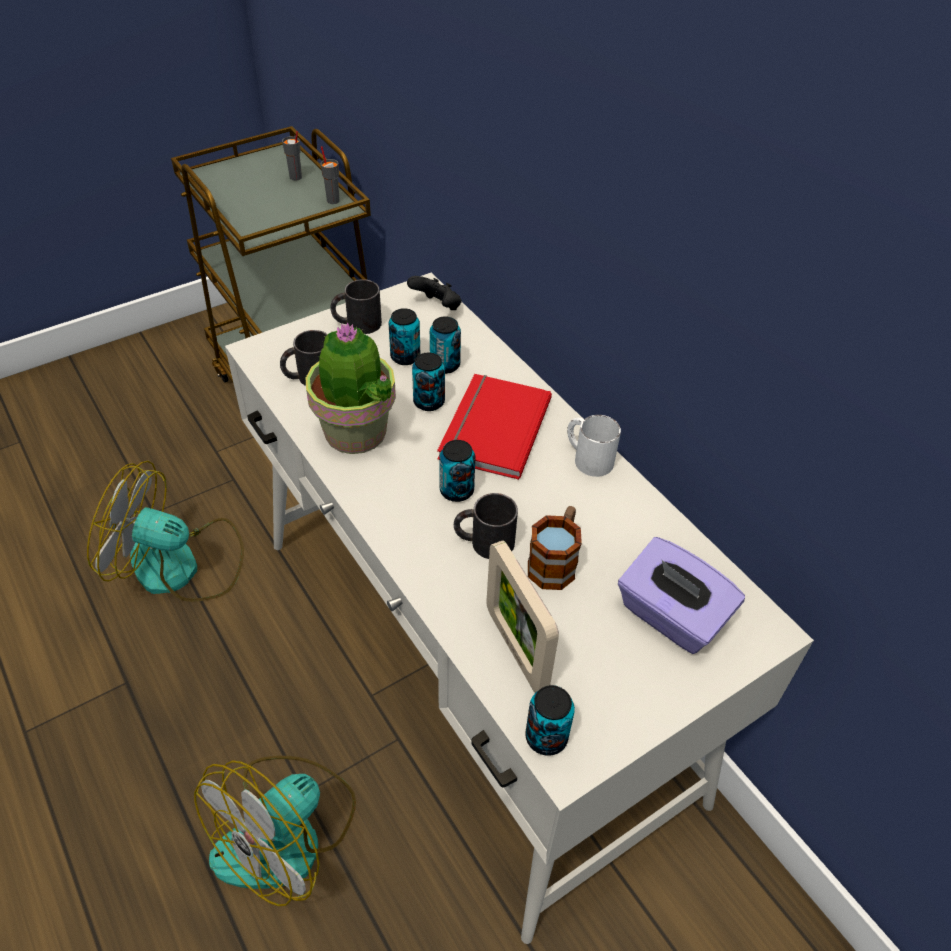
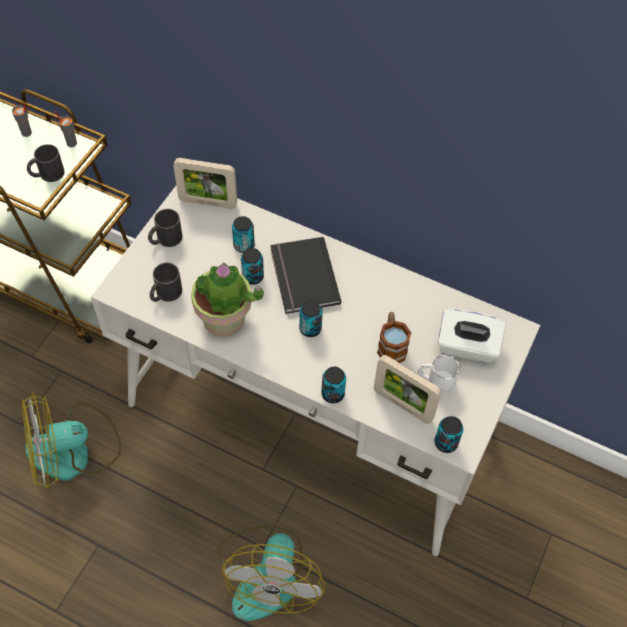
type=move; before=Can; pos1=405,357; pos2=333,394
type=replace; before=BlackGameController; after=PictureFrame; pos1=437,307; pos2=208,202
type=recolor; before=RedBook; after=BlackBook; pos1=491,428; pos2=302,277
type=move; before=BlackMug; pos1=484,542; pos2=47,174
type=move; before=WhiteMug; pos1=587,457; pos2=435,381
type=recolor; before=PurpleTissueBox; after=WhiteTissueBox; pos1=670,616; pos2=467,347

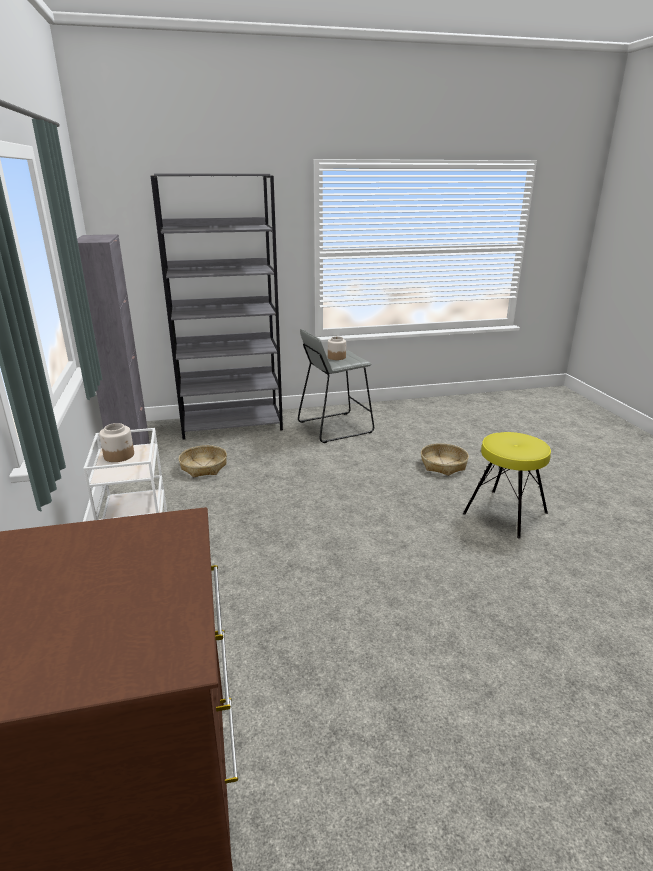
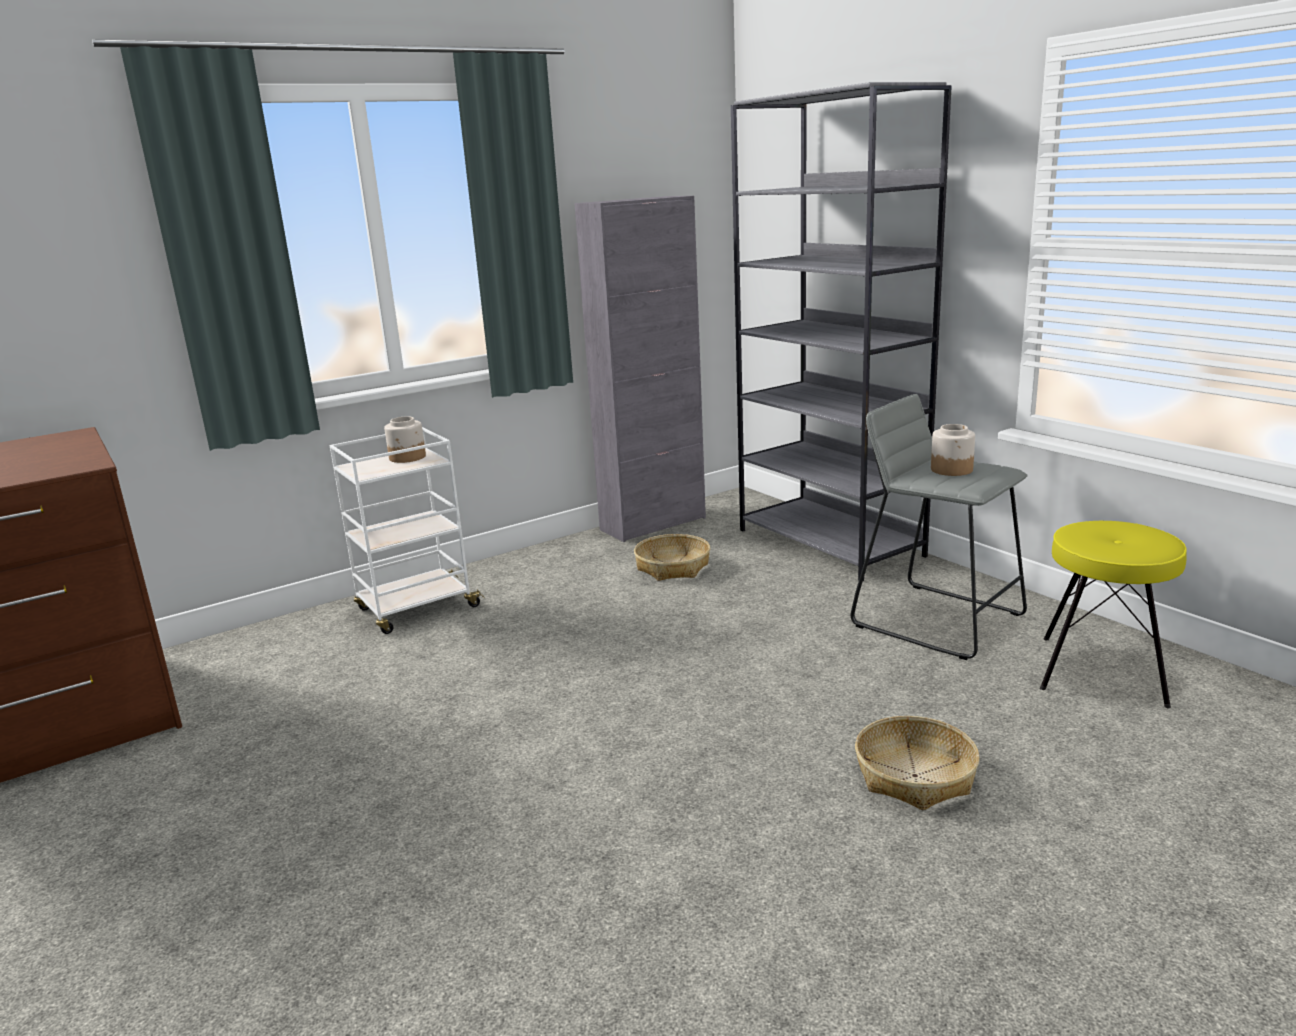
type=move; before=YellowStool; pos1=504,513; pos2=1101,670

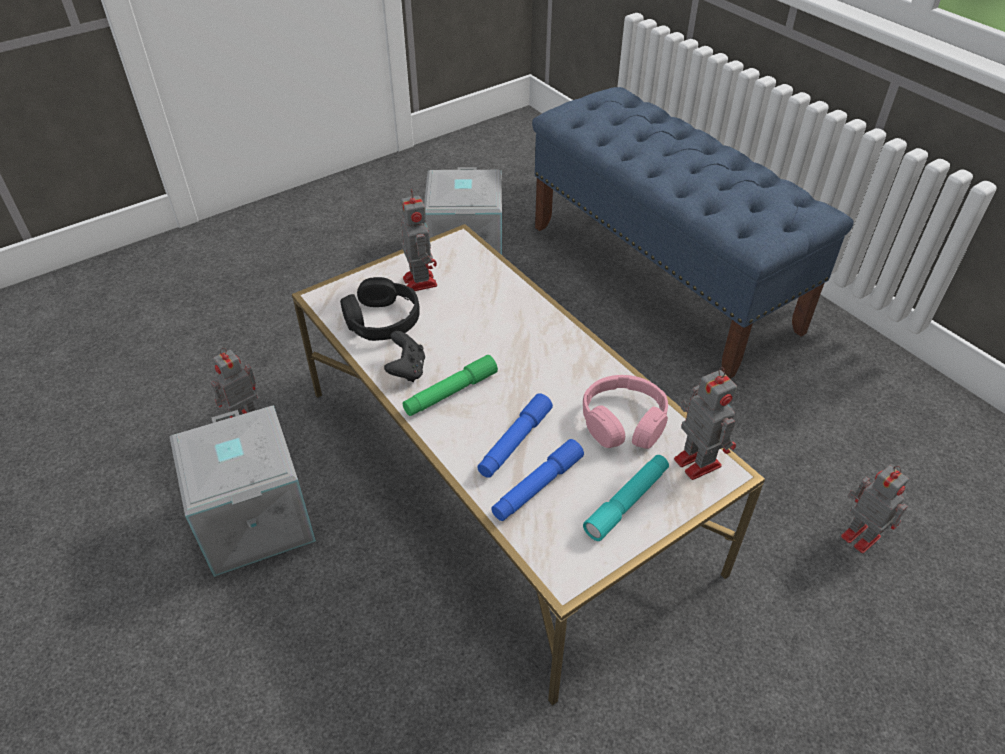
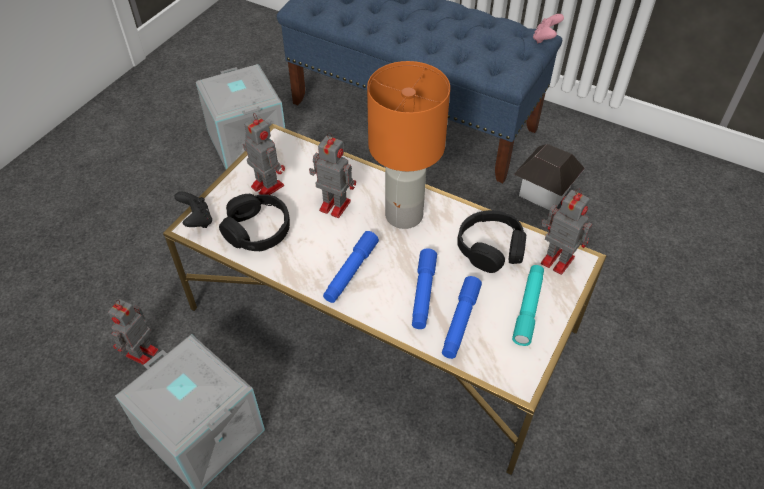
type=move; before=BlackGameController; pos1=407,370; pos2=197,220
type=recolor; before=GreenFlashlight; after=BlueFlashlight; pos1=450,392; pos2=351,271
type=recolor; before=PinkHeadphones; after=BlackHeadphones; pos1=623,422; pos2=491,248
type=move; before=ToyRobot; pos1=858,535; pos2=333,205
type=insert; after=OrangeTableLamp; pos2=404,216
type=insert; after=ToyHouse; pos2=544,191
type=insert; after=PinkGameController; pos2=545,39

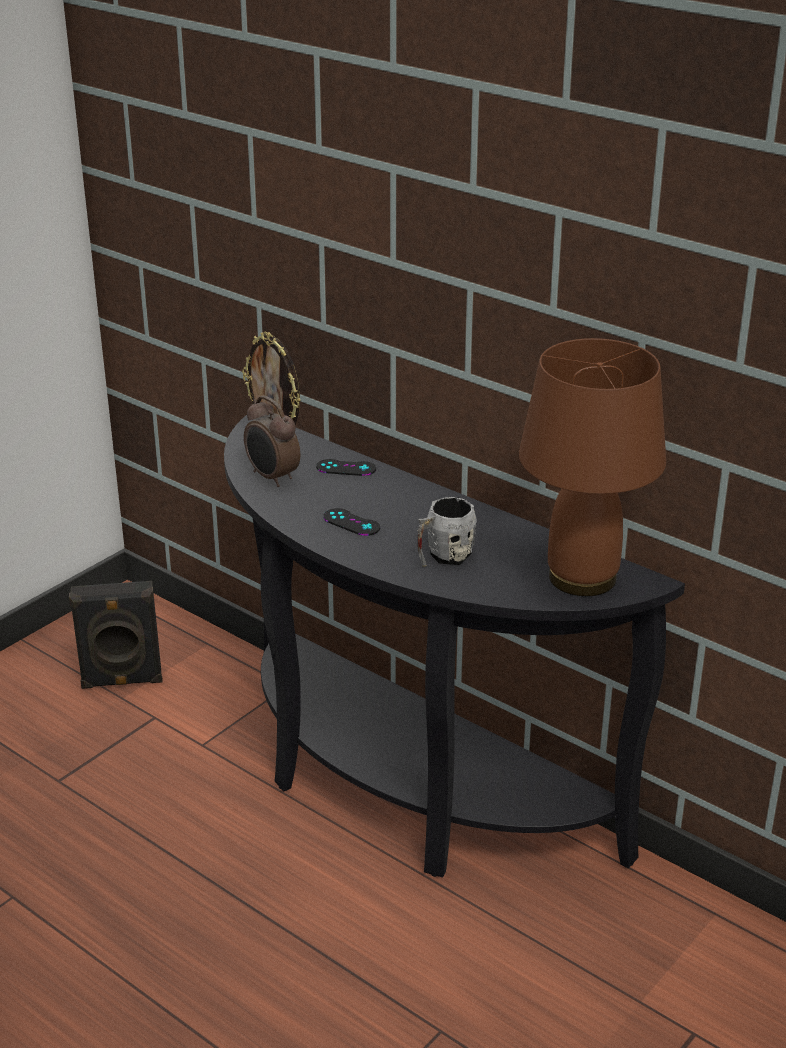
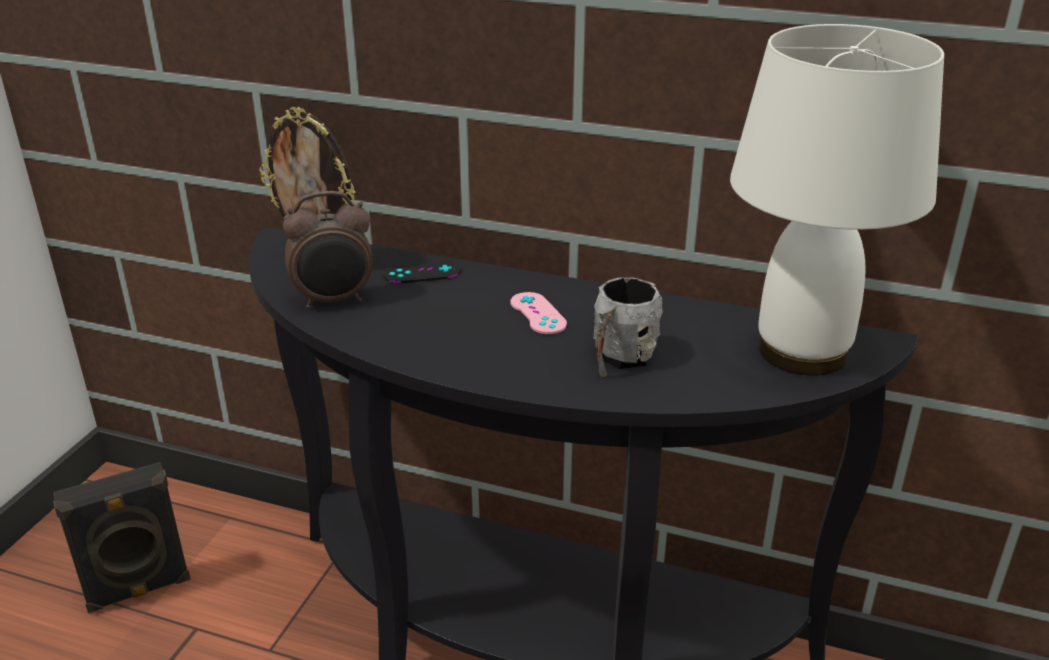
type=rotate; before=AlarmClock; pos1=272,477; pos2=334,300; turn=-45
type=delete; before=BlackGameController; pos1=351,522
type=recolor; before=BrownTableLamp; after=WhiteTableLamp; pos1=580,578; pos2=800,352
type=insert; after=PinkGameController; pos2=538,313

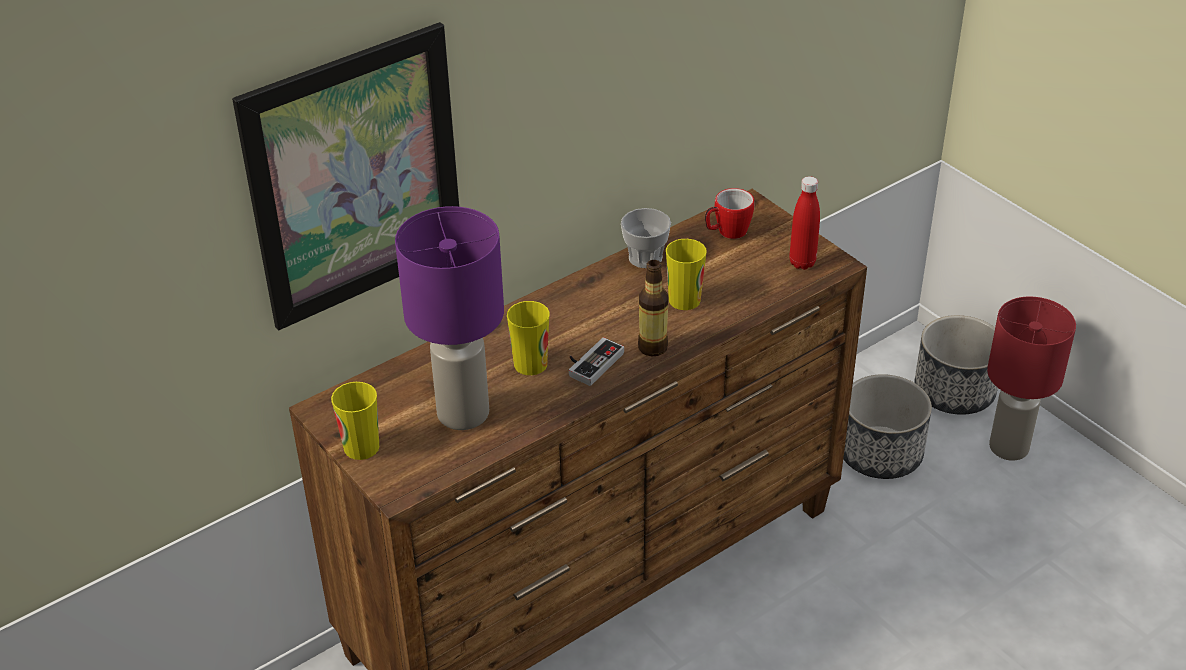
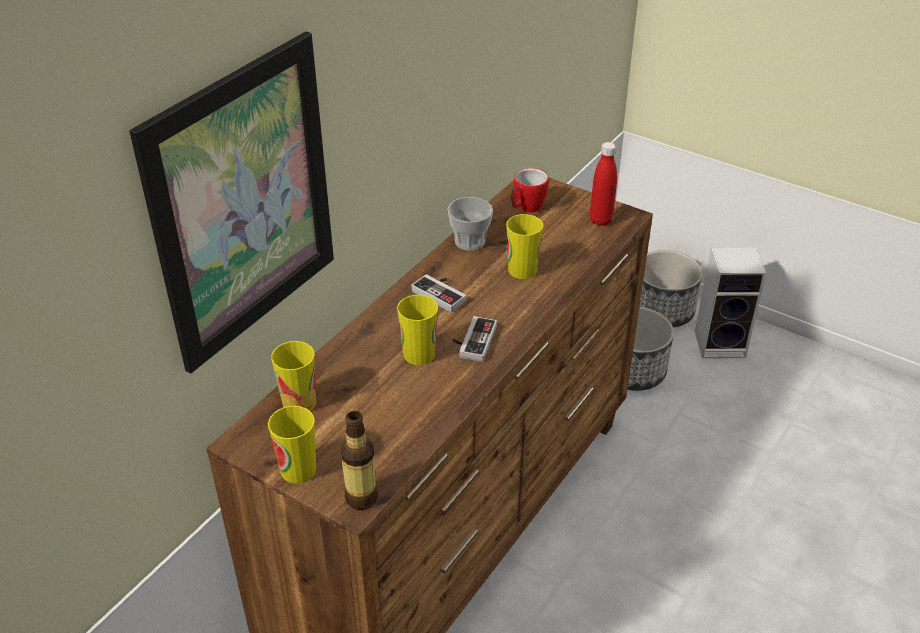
type=delete; before=PurpleTableLamp; pos1=462,413
type=move; before=Bottle; pos1=652,347; pos2=361,498
type=replace; before=RedTableLamp; after=Speaker; pos1=1009,447; pos2=721,343
type=insert; after=Cup; pos2=299,402
type=insert; after=GameController; pos2=442,293

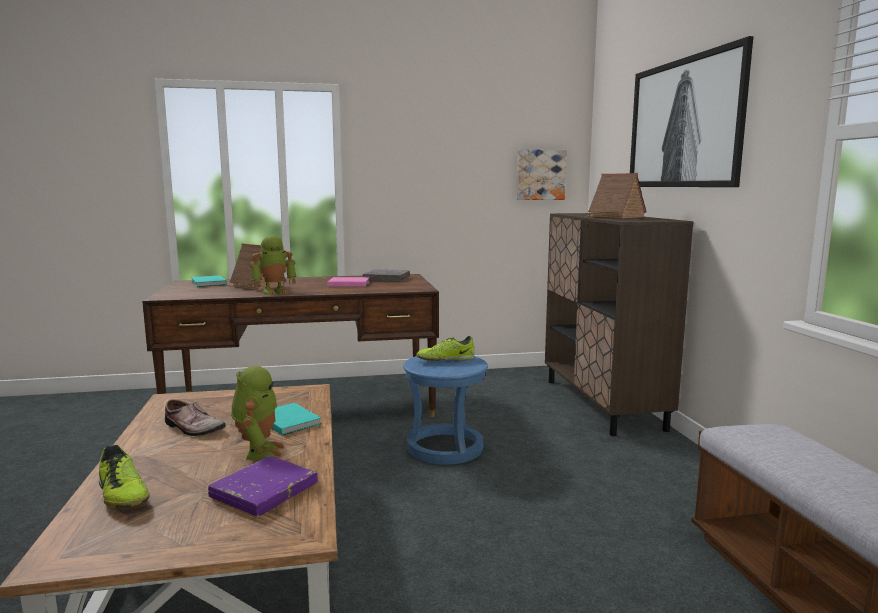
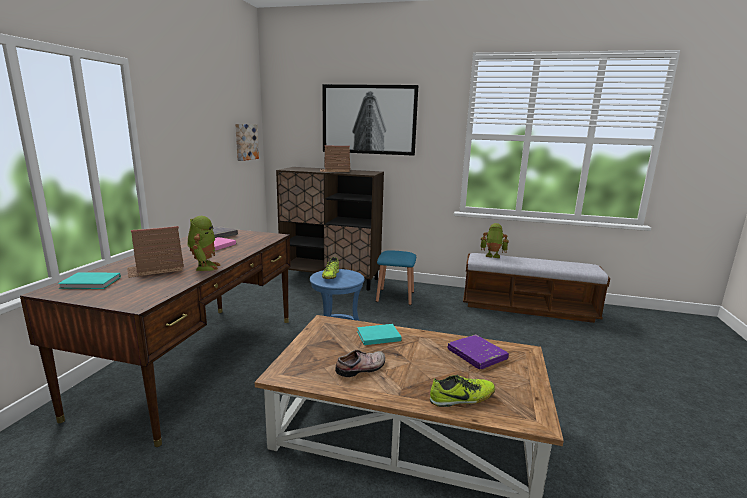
type=move; before=ToyRobot; pos1=258,452; pos2=492,256
type=insert; after=BlueStool; pos2=395,296

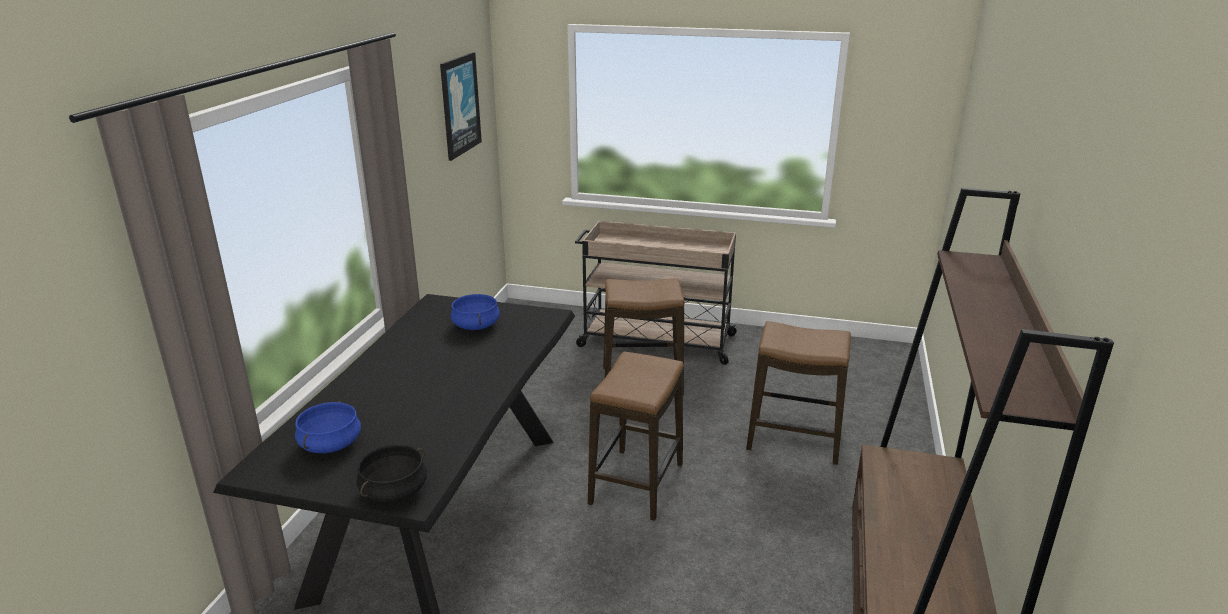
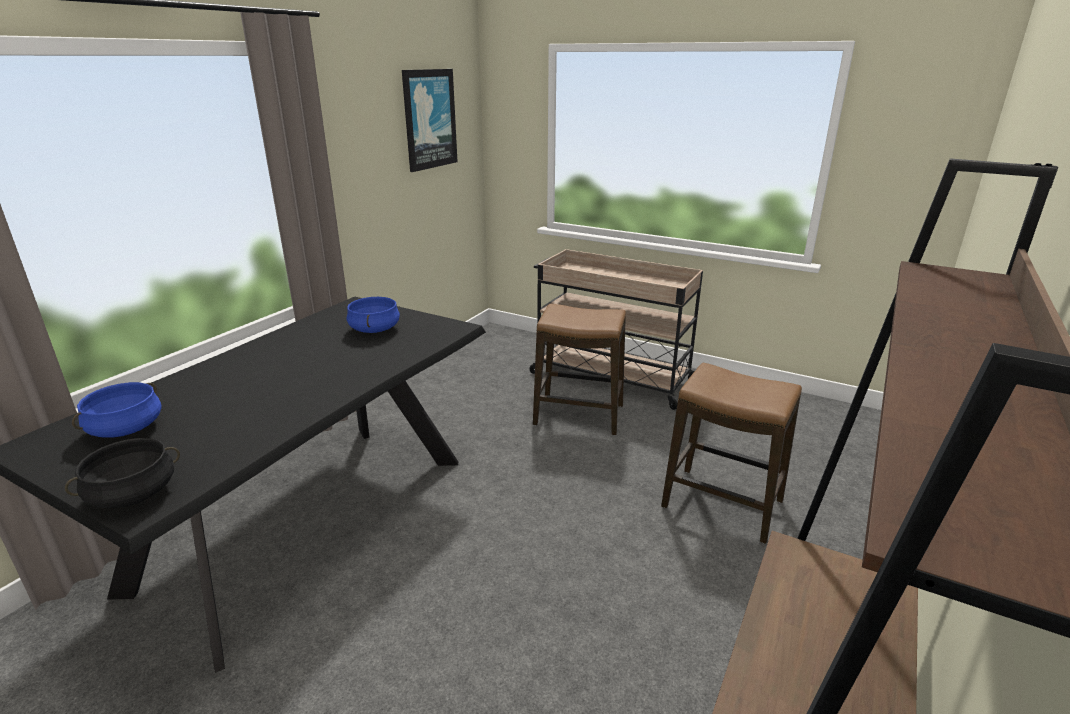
type=delete; before=Stool; pos1=636,484

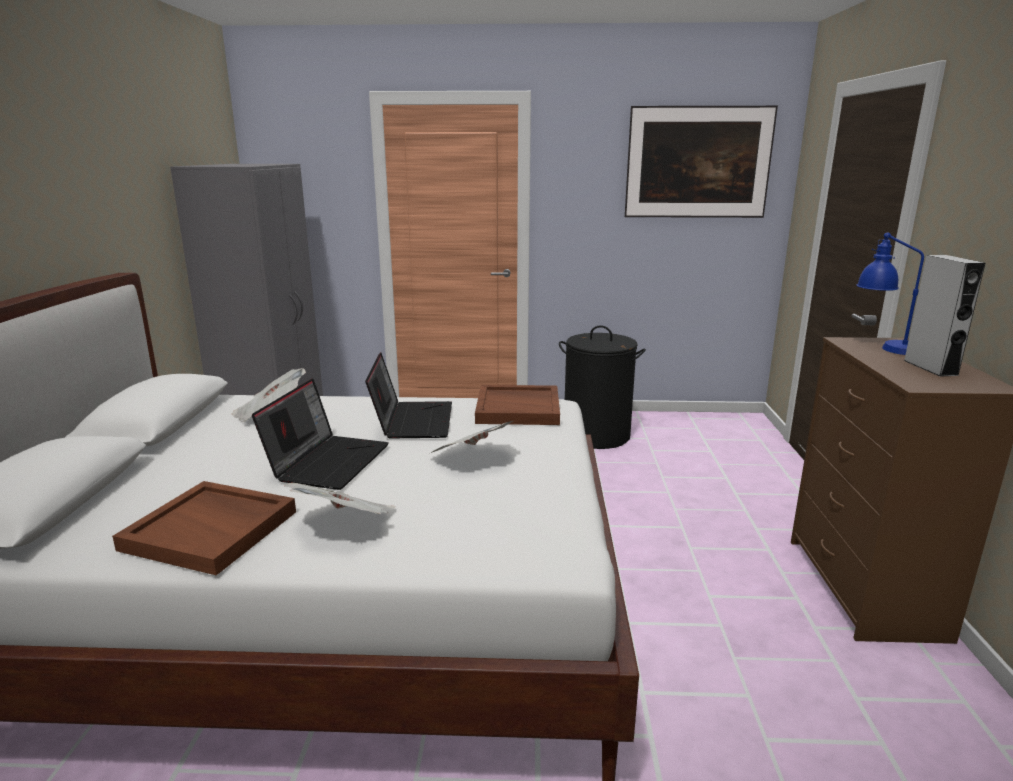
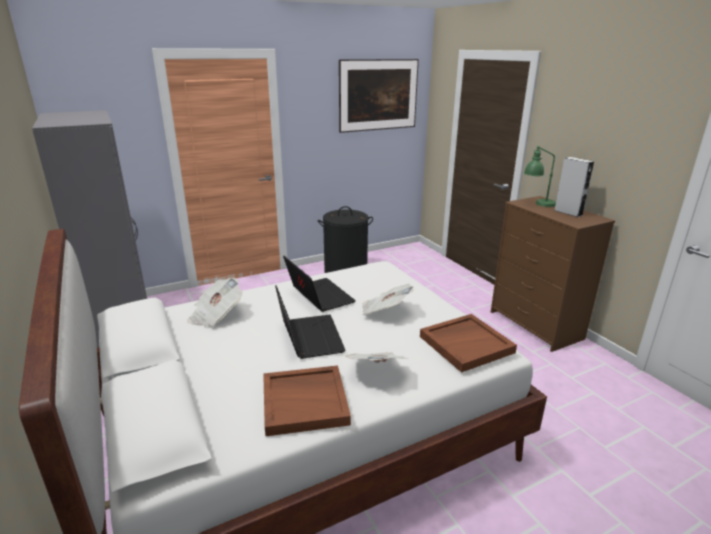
type=move; before=BrownTray; pos1=519,408; pos2=466,344
type=recolor; before=BlueTableLamp; after=GreenTableLamp; pos1=884,347; pos2=537,204

